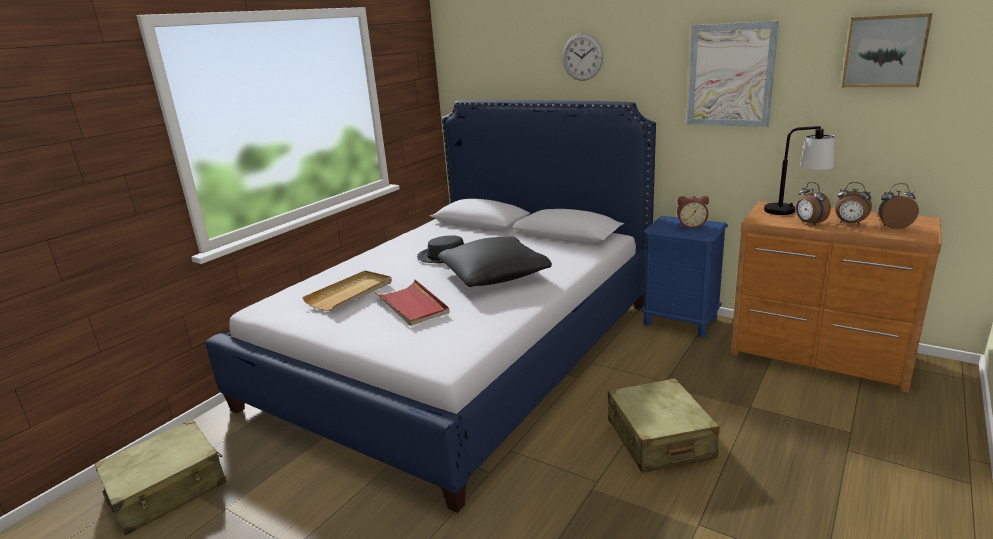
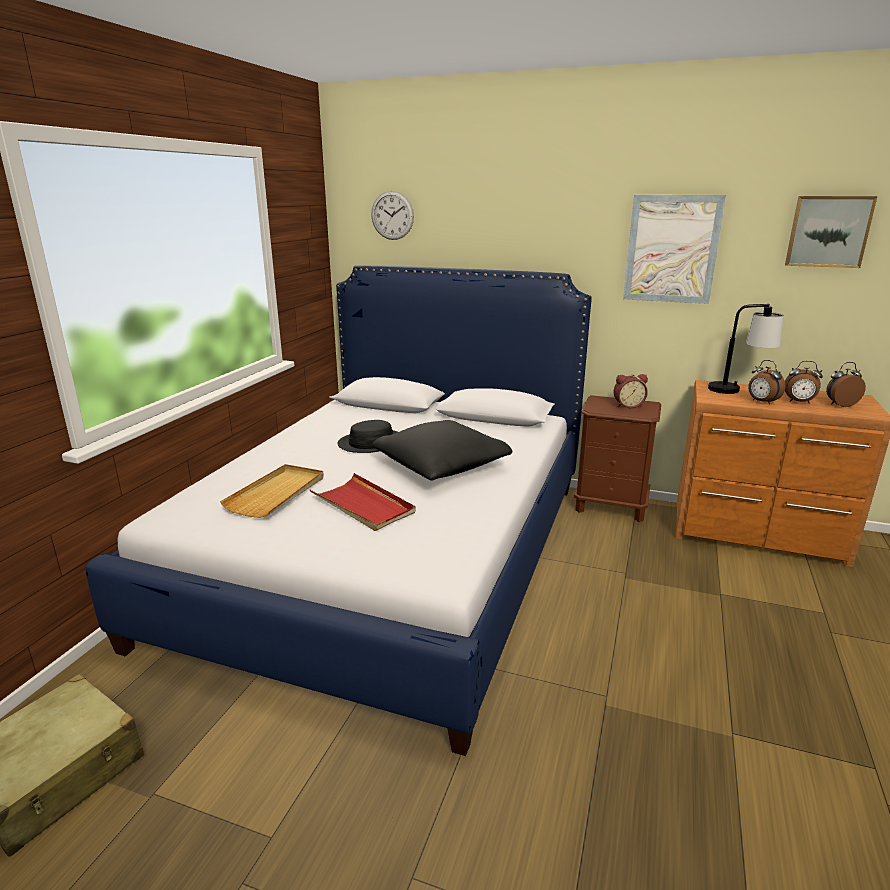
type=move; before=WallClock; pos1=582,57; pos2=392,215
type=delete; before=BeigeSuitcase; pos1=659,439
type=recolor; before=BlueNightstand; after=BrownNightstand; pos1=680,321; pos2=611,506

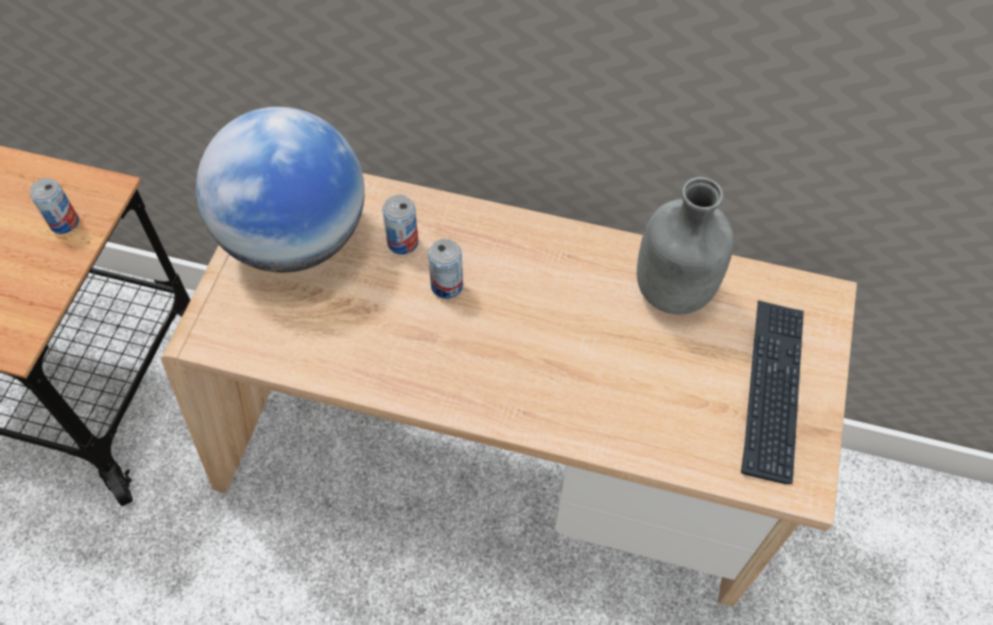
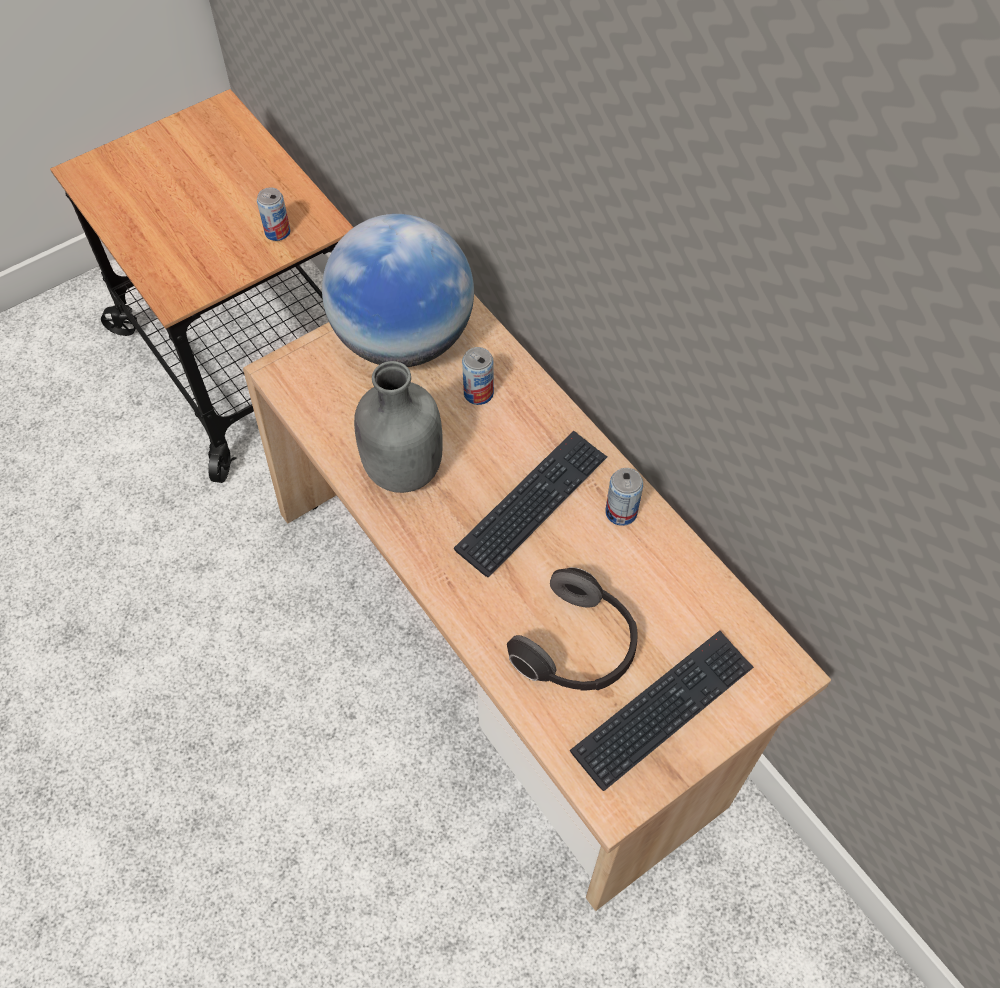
type=move; before=Can; pos1=446,285; pos2=621,512
type=move; before=GreyBottle; pos1=672,291; pos2=401,469
type=insert; after=Keyboard; pos2=532,504
type=insert; after=Headphones; pos2=577,647

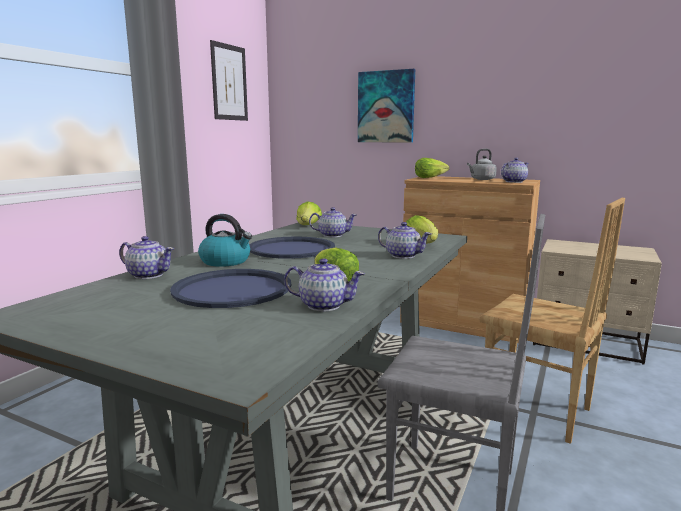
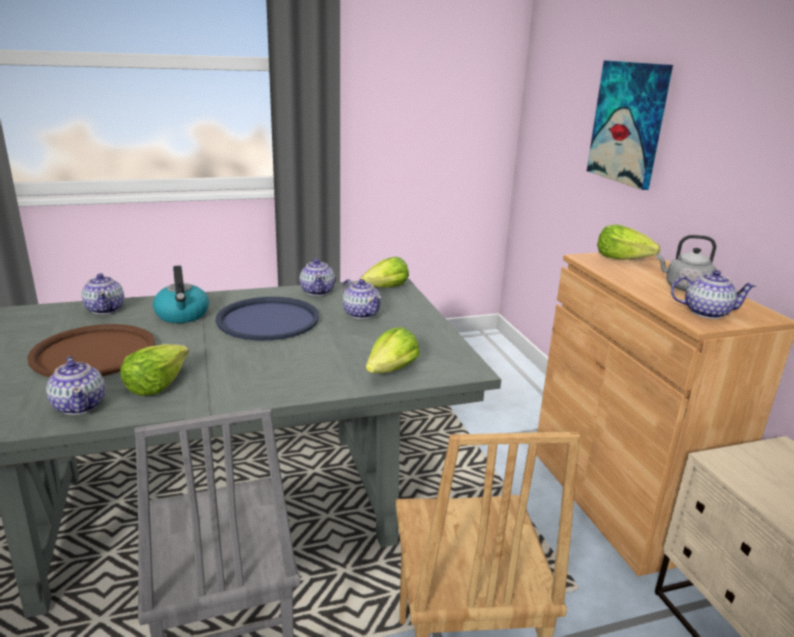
type=recolor; before=BlueTray; after=BrownTray; pos1=232,289; pos2=93,353
type=delete; before=Picture; pos1=229,82
type=move; before=Teapot; pos1=403,255; pos2=318,291

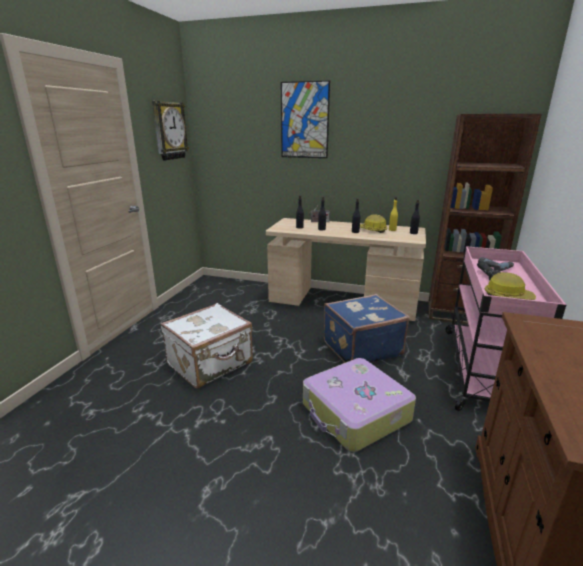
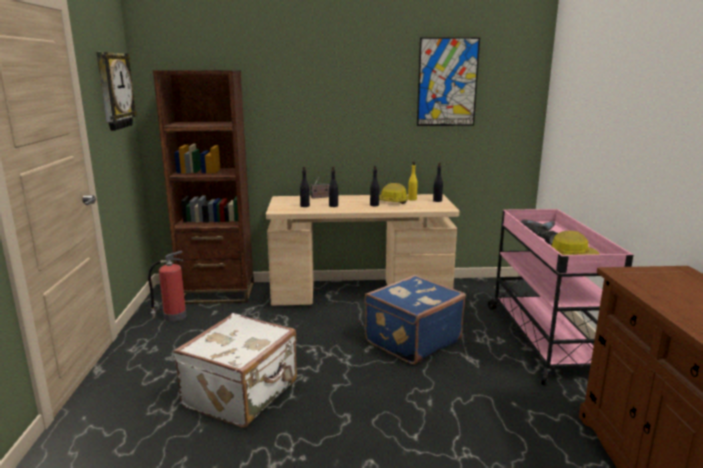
type=move; before=Picture; pos1=304,120; pos2=447,82
type=delete; before=Suitcase; pos1=355,413
type=move; before=BrownBookcase; pos1=458,314; pos2=217,293
type=insert; after=FireExtinguisher; pos2=173,316

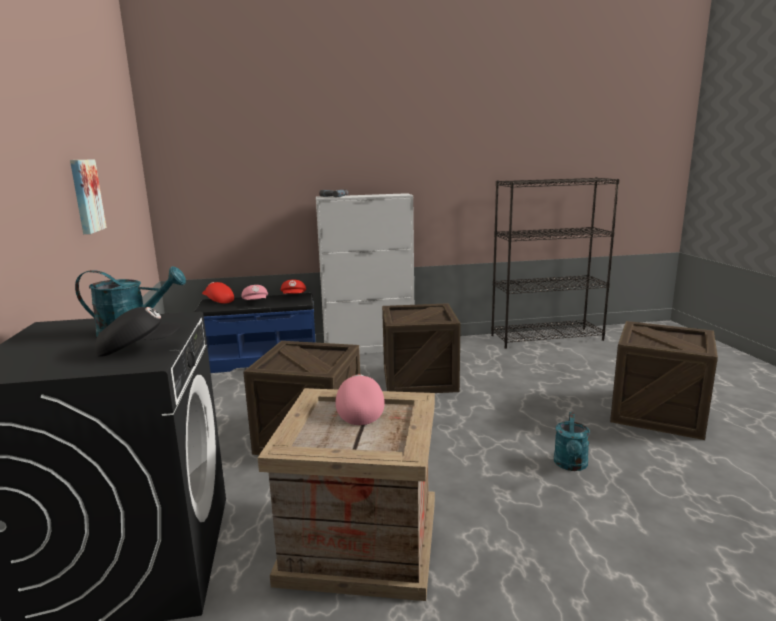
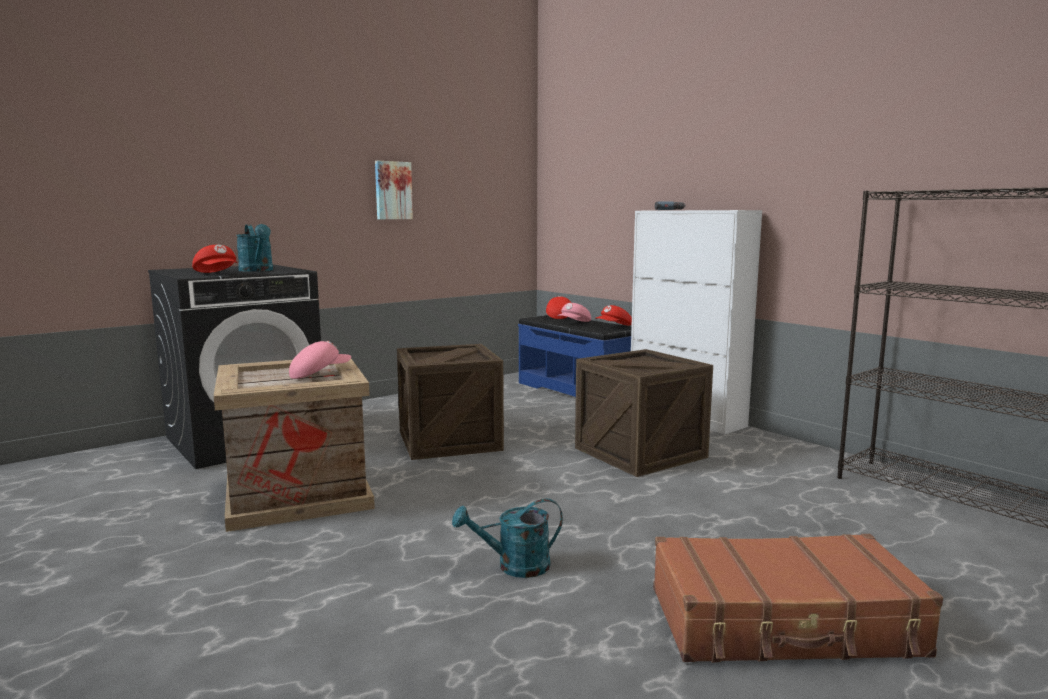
type=recolor; before=BlackCap; after=RedCap; pos1=138,349; pos2=218,274
type=replace; before=Crate; after=BrownSuitcase; pos1=657,413; pos2=784,623

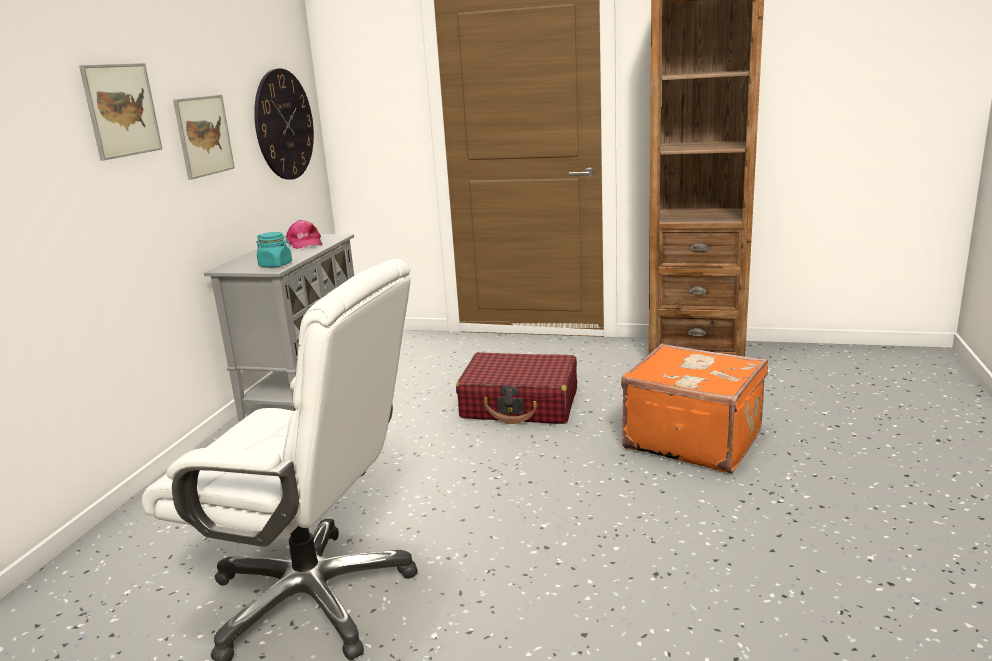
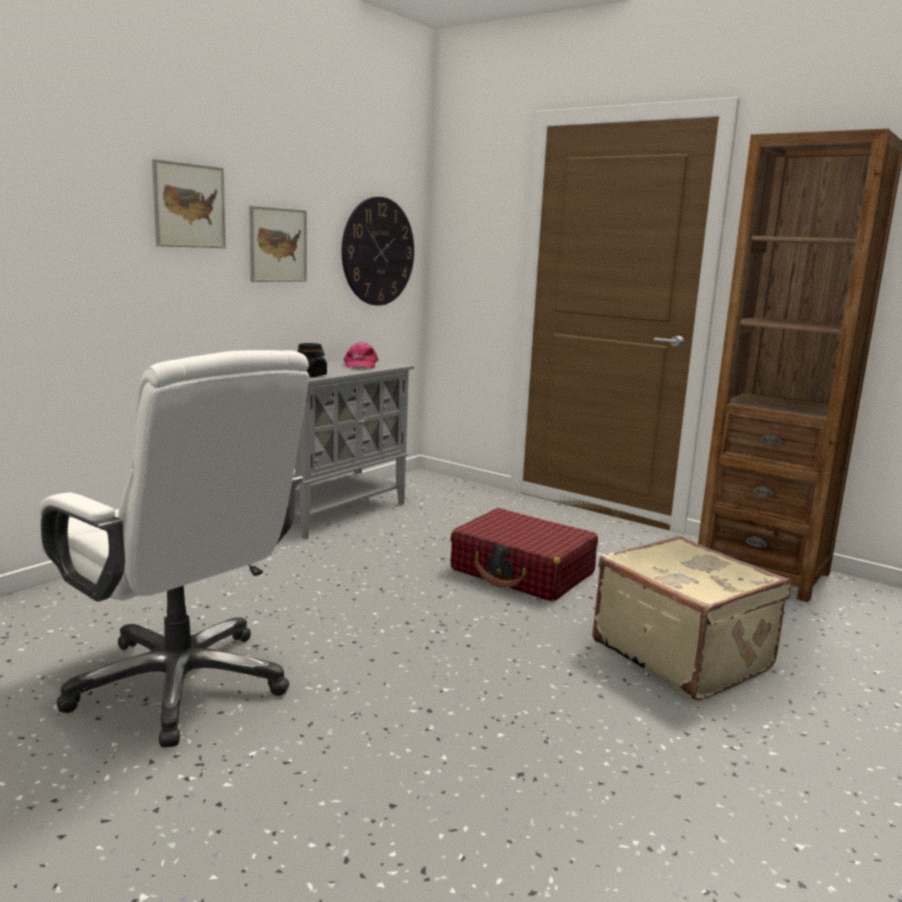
type=recolor; before=TurquoiseJar; after=BlackJar; pos1=276,265; pos2=310,375
type=recolor; before=OrangeSuitcase; after=BeigeSuitcase; pos1=693,439; pos2=682,655

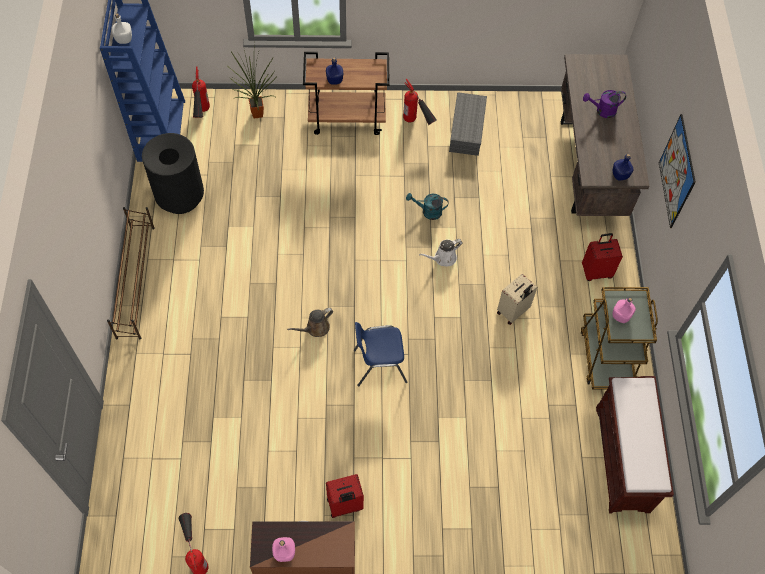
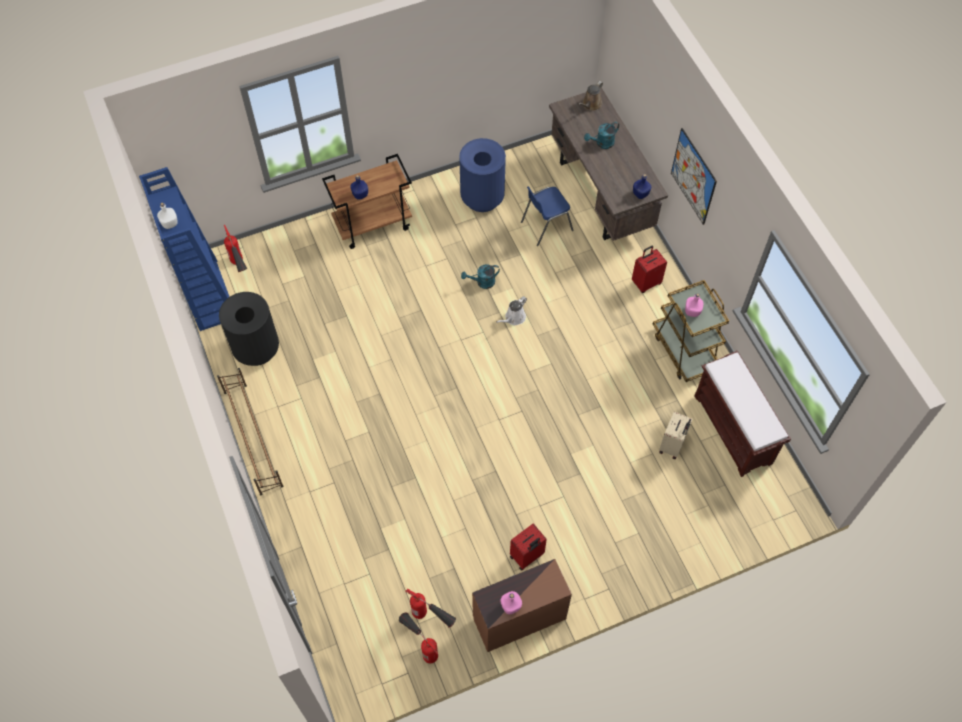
type=delete; before=PottedPlant; pos1=257,116
type=move; before=BrownWateringCan; pos1=315,328; pos2=591,105
type=move; before=BlueChair; pos1=379,365; pos2=546,226
type=move; before=FireExtinguisher; pos1=417,125; pos2=431,618
type=replace; before=GreyStorageBox; after=BlueTrashCan; pos1=466,129; pos2=482,198
type=move; before=BeigeSuitcase; pos1=513,311; pos2=672,446
type=recolor; before=PurpleWateringCan; after=TurquoiseWateringCan; pos1=602,111; pos2=602,143

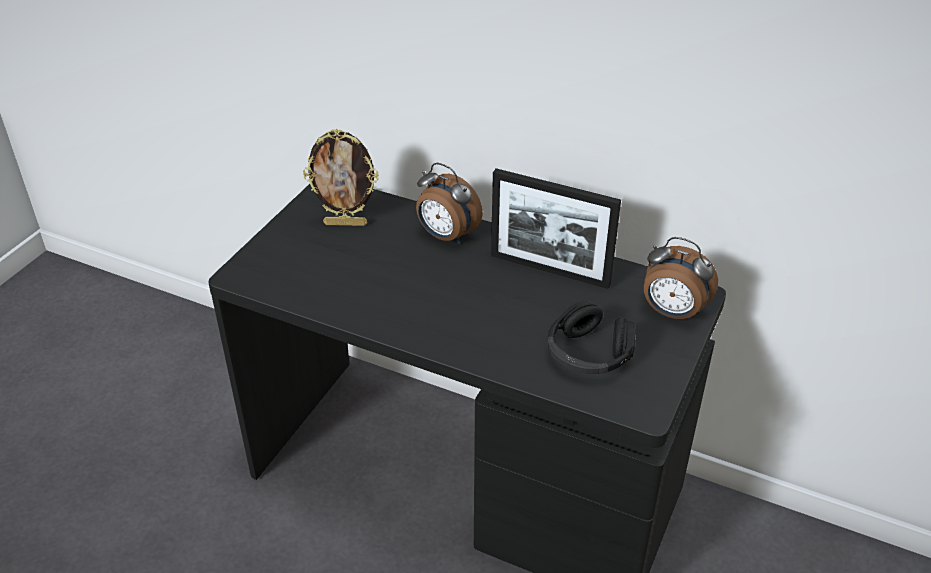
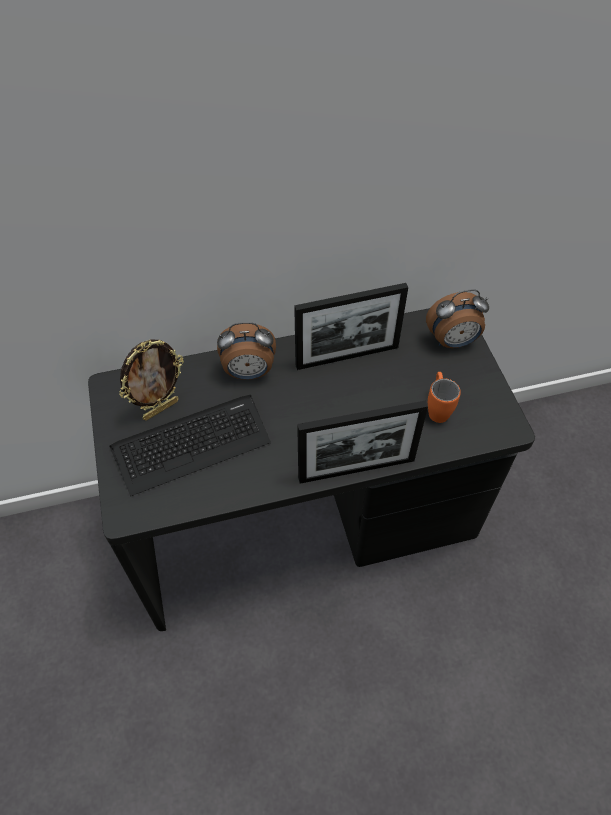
type=replace; before=BlackHeadphones; after=OrangeMug; pos1=588,354; pos2=437,408
type=insert; after=Keyboard; pos2=191,444
type=insert; after=PictureFrame; pos2=356,469

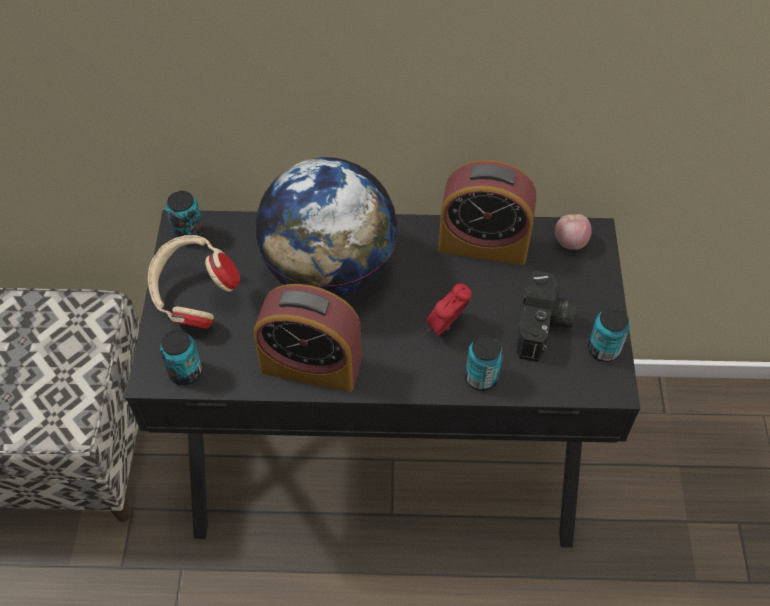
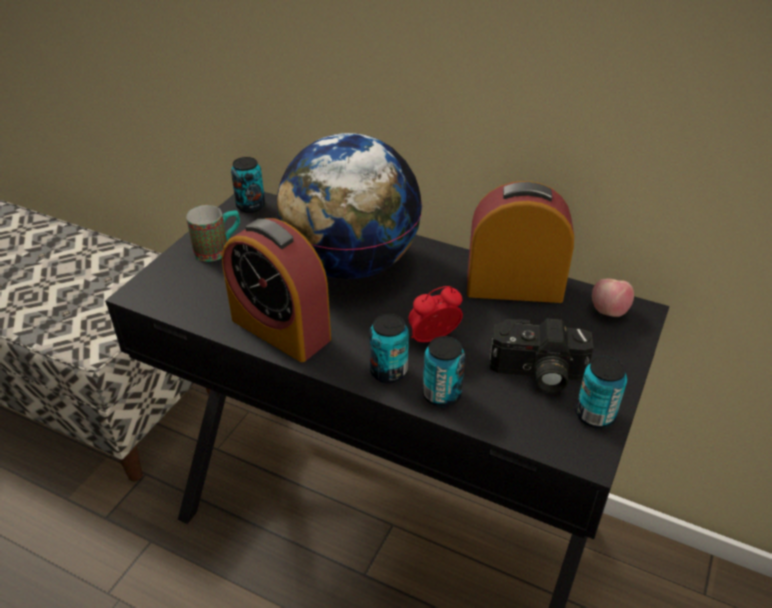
type=replace; before=BeigeHeadphones; after=Mug; pos1=194,299; pos2=219,249
type=move; before=Can; pos1=185,372; pos2=388,371
type=rotate; before=AlarmClock; pos1=483,244; pos2=514,287; turn=150
type=rotate; before=PhotoCamera; pos1=544,328; pos2=537,374; turn=60

